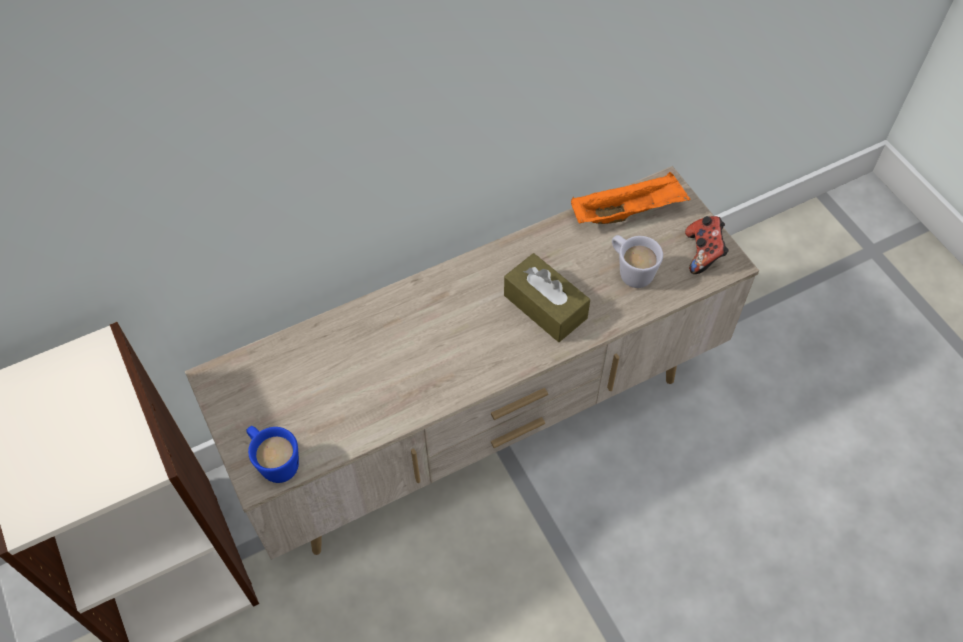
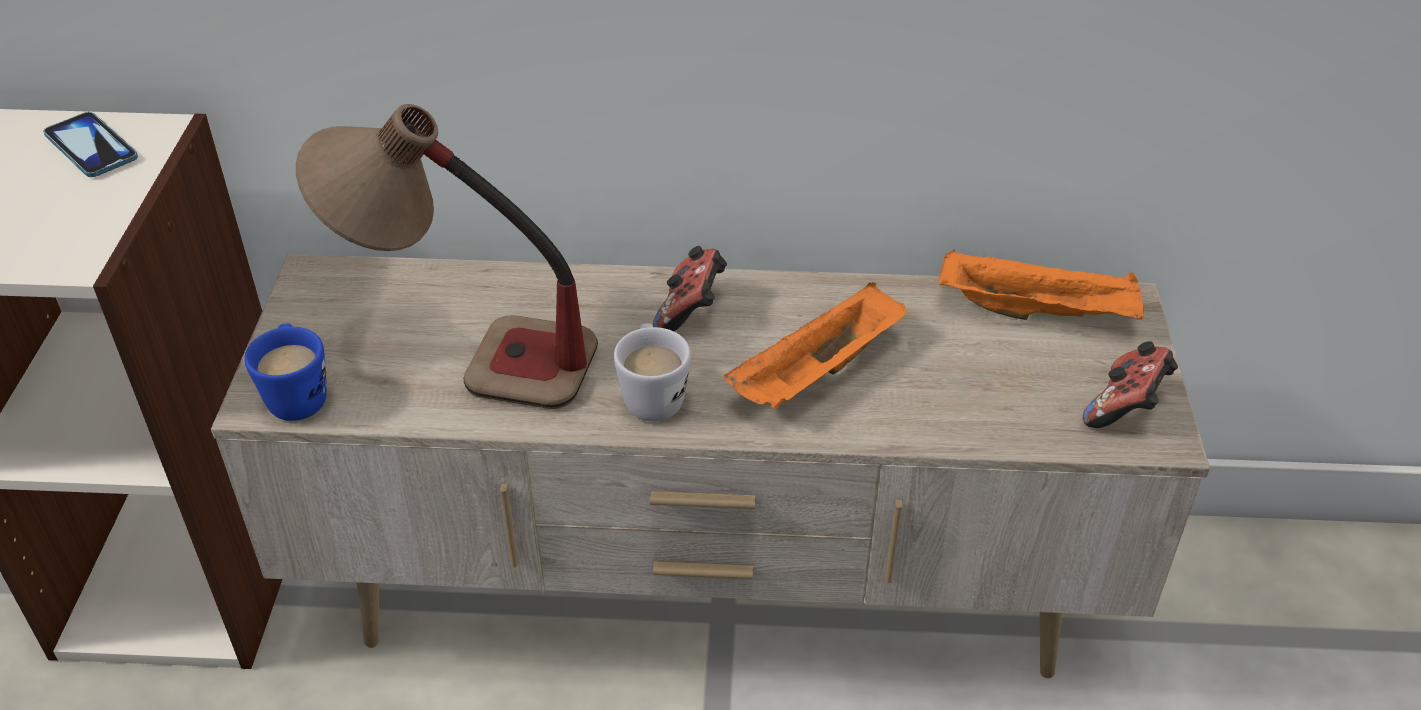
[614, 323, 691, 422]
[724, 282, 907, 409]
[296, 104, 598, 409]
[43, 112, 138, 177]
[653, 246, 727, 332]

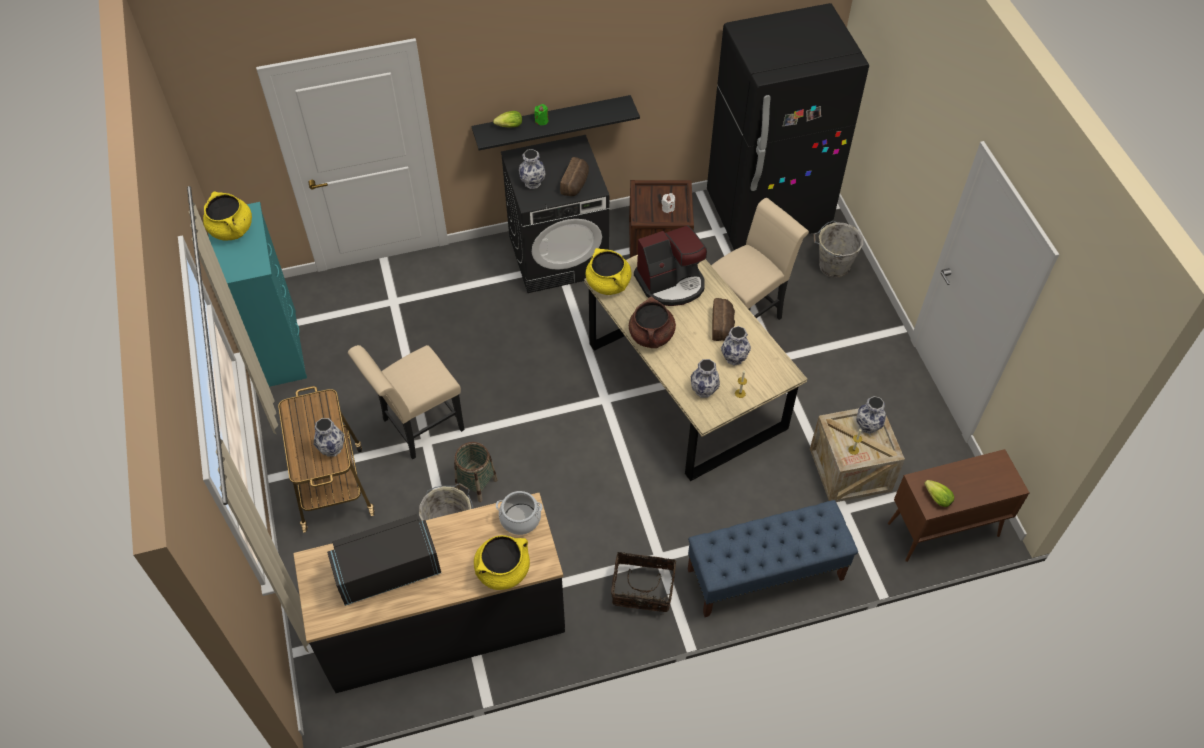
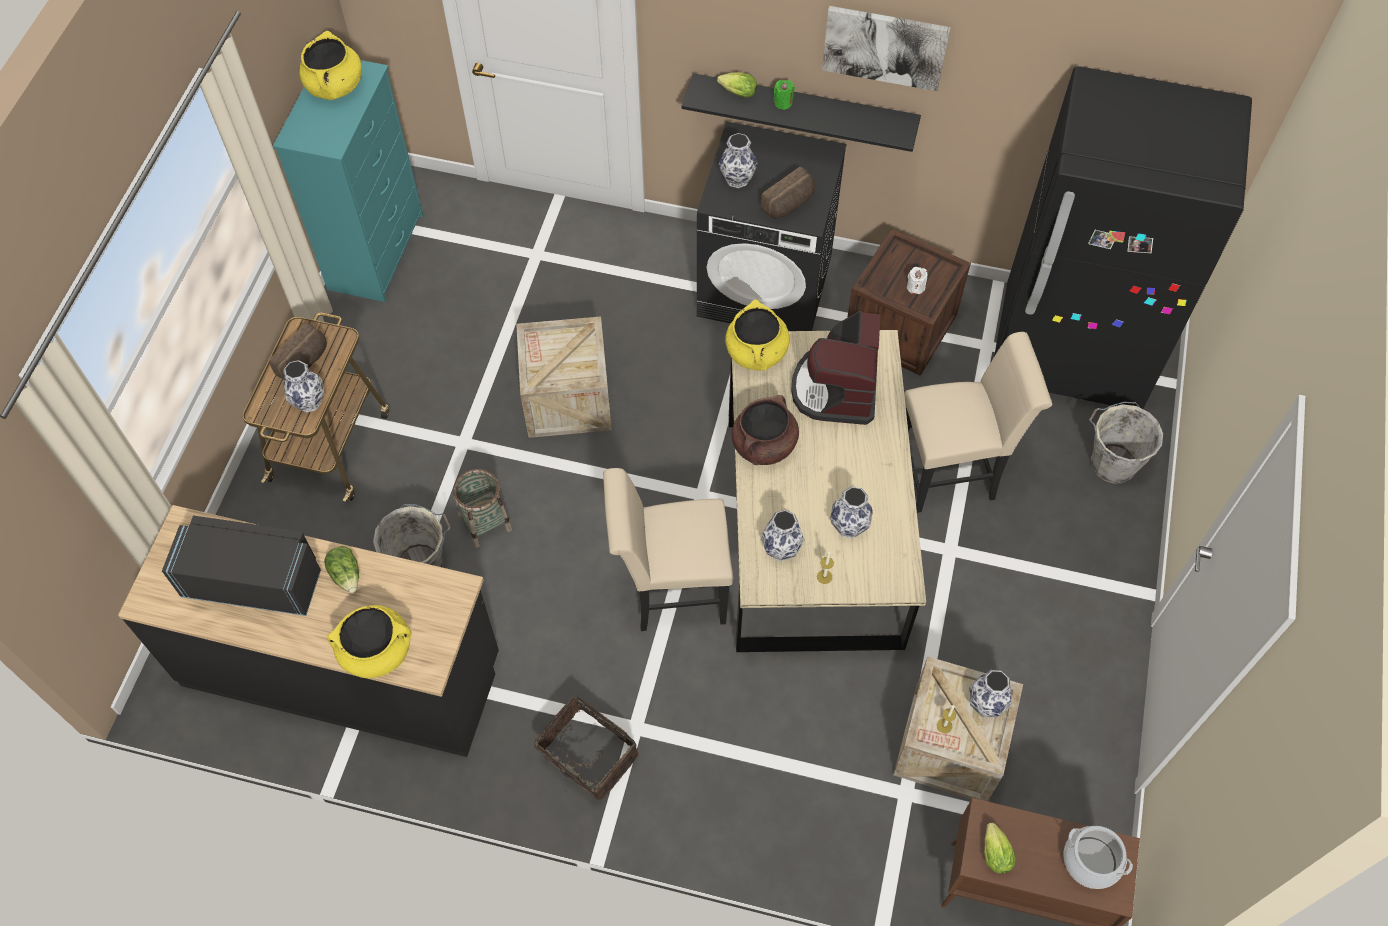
[791, 311, 880, 425]
[269, 323, 327, 380]
[603, 468, 733, 631]
[1064, 826, 1133, 889]
[688, 500, 858, 617] (first image)
[822, 6, 950, 91]
[516, 316, 612, 438]
[324, 546, 359, 593]

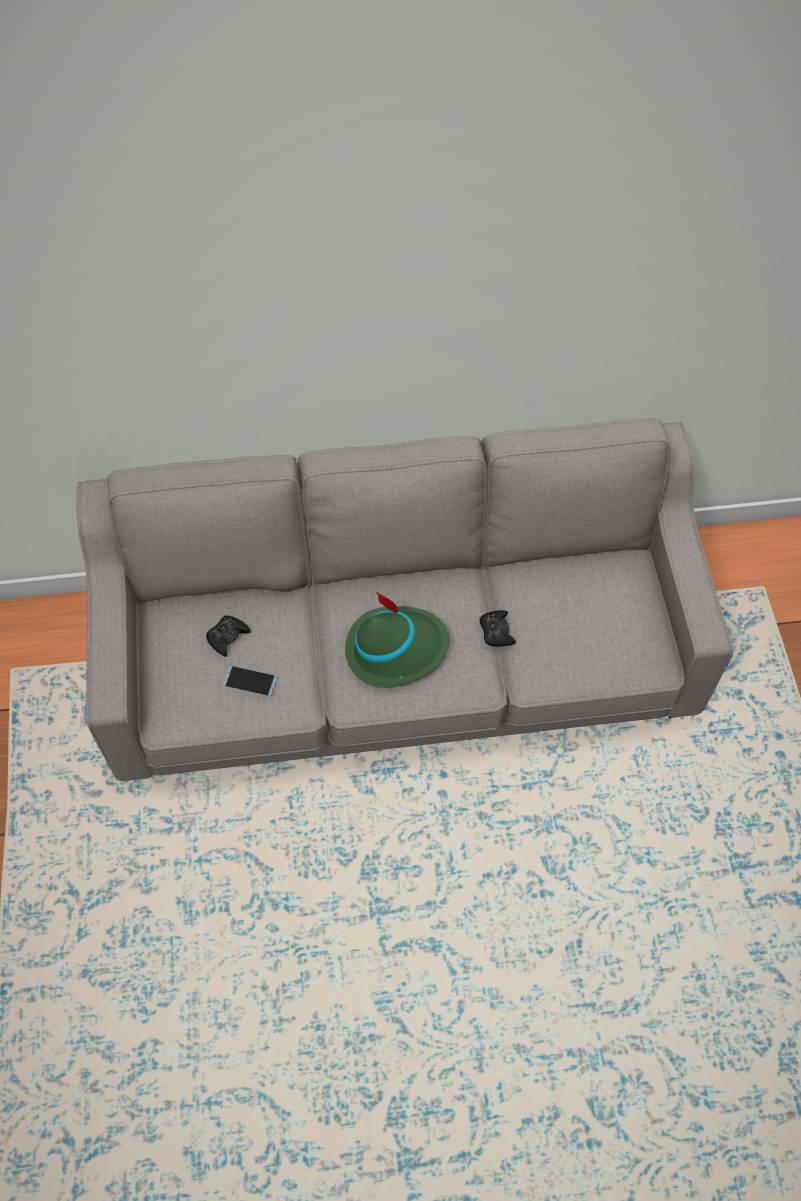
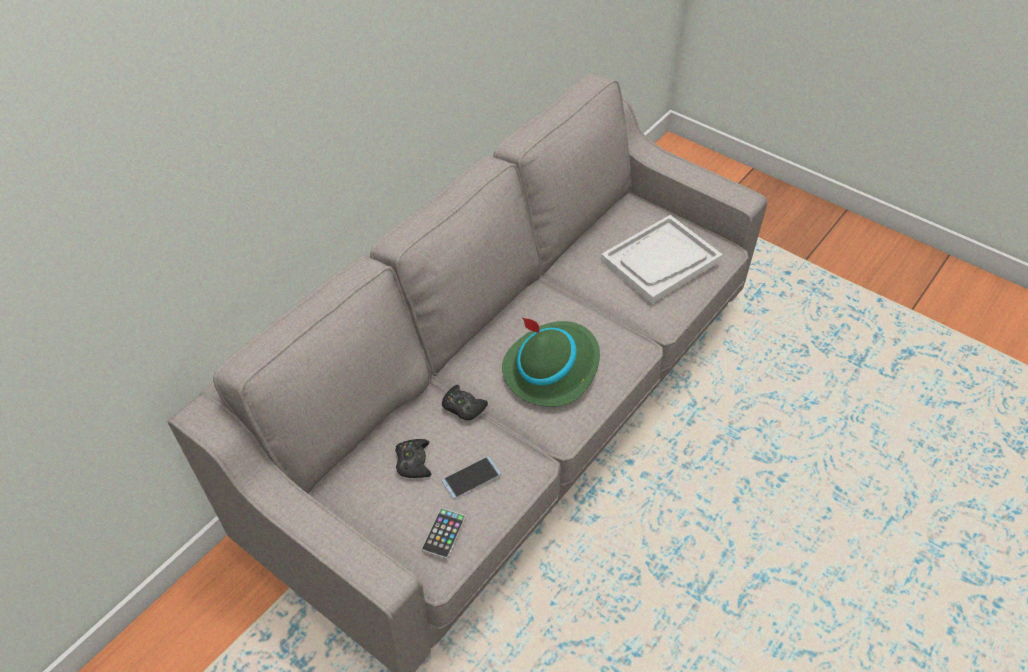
[442, 385, 488, 420]
[601, 215, 723, 304]
[421, 508, 466, 559]

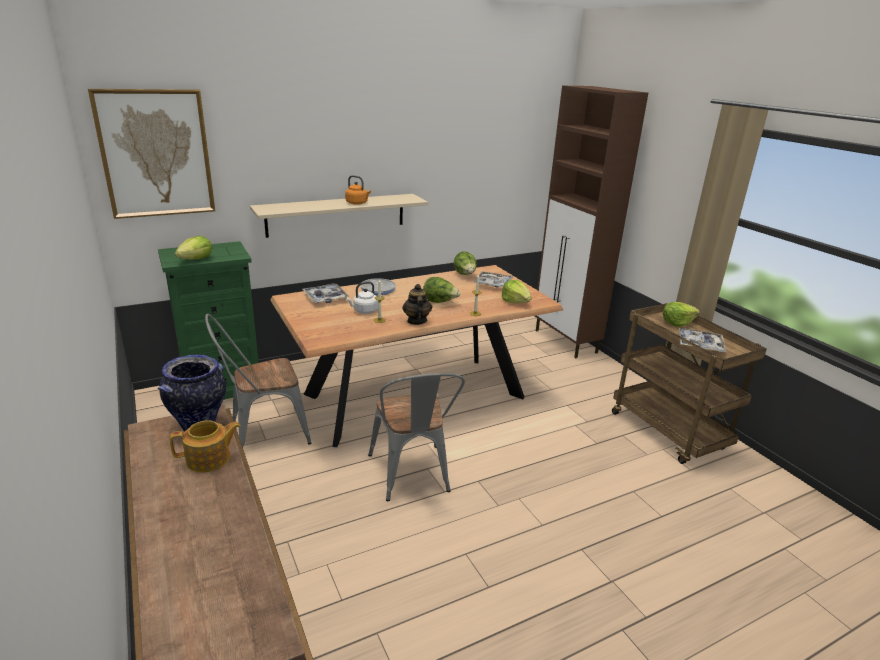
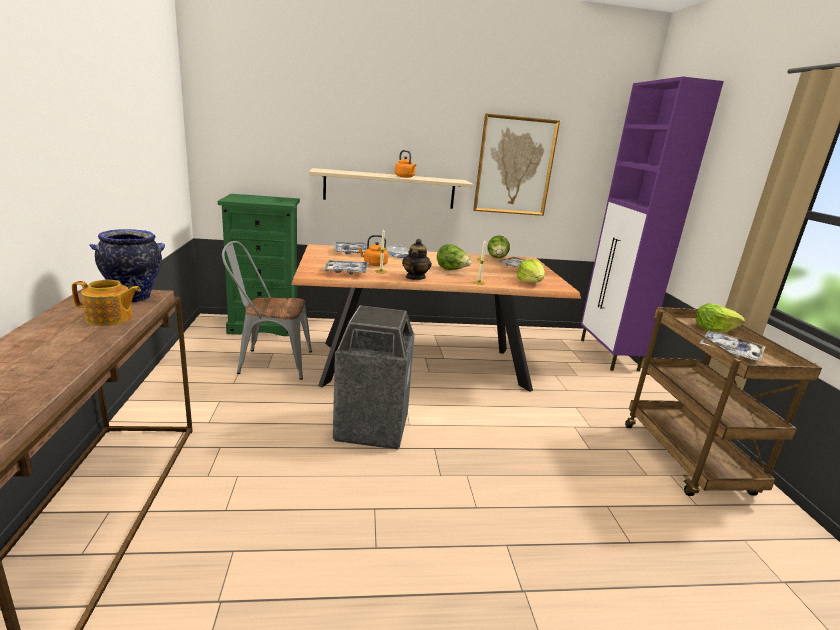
[581, 76, 724, 371]
[473, 113, 560, 216]
[175, 236, 212, 259] (first image)
[357, 235, 388, 266]
[333, 305, 415, 450]
[323, 260, 369, 275]

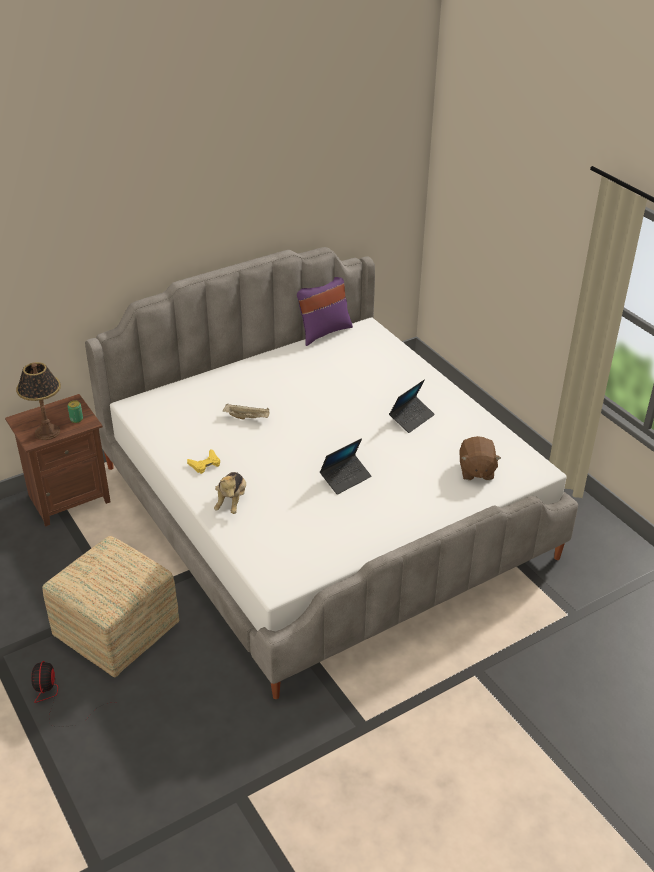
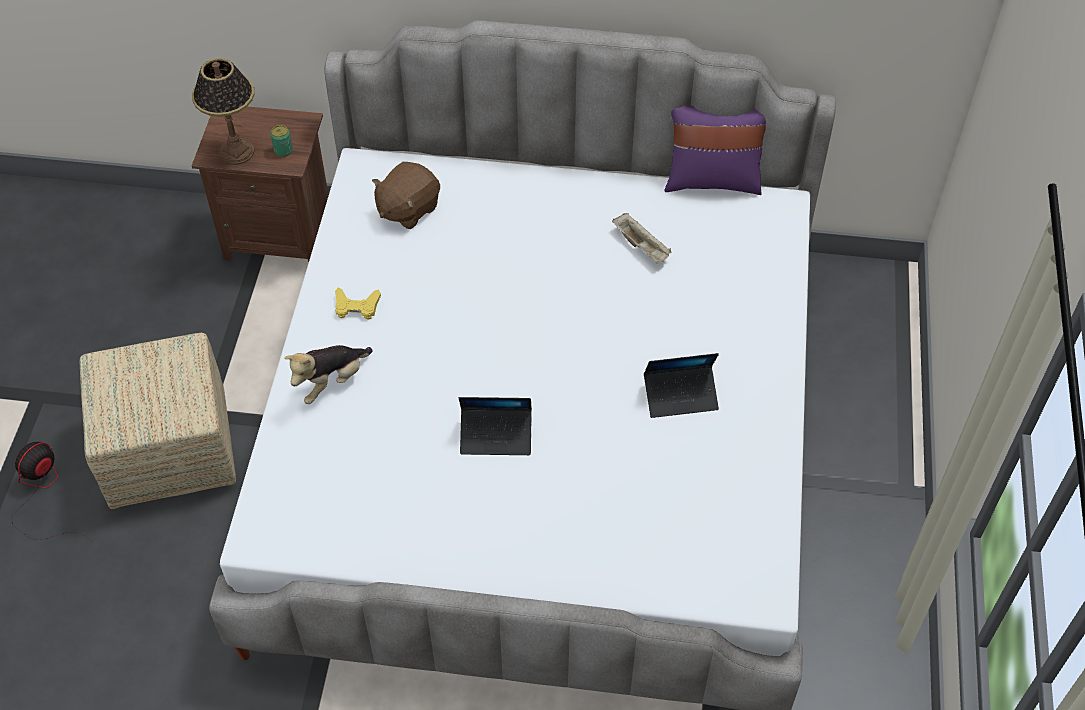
[612, 213, 671, 264]
[372, 162, 440, 229]

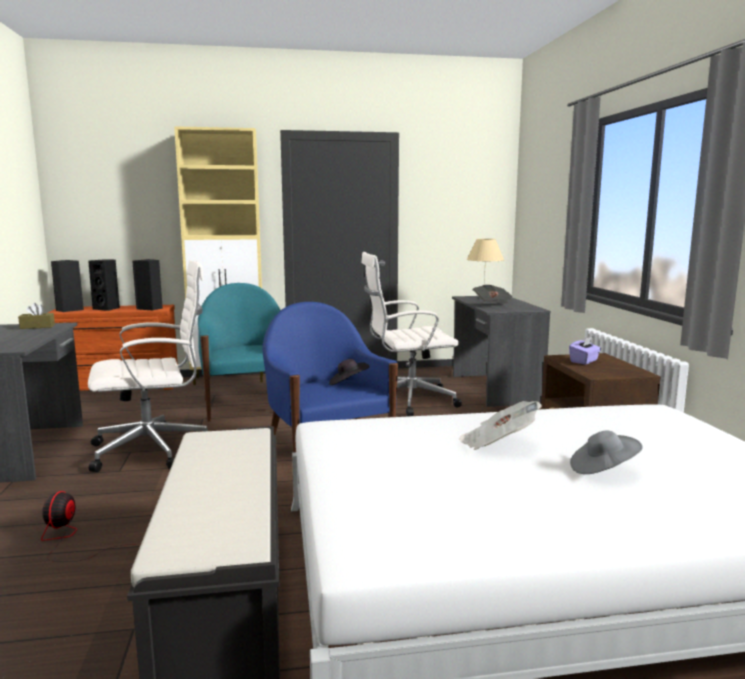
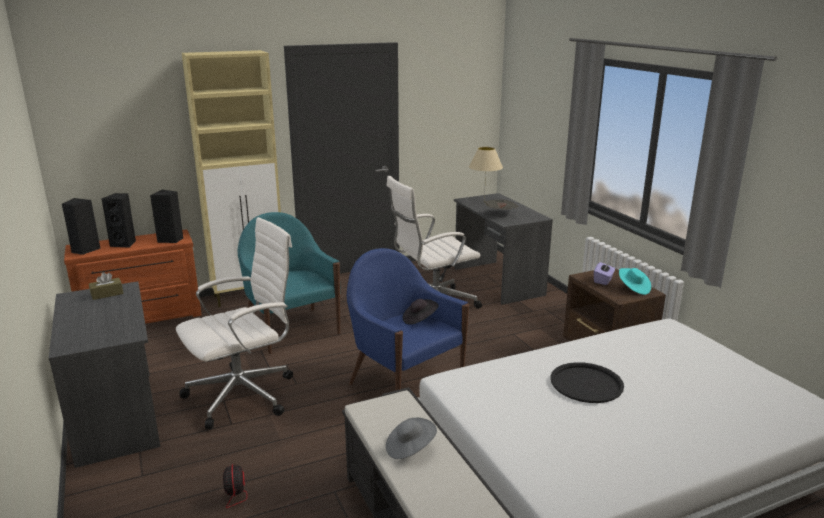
[550, 362, 624, 403]
[386, 418, 437, 459]
[619, 268, 651, 295]

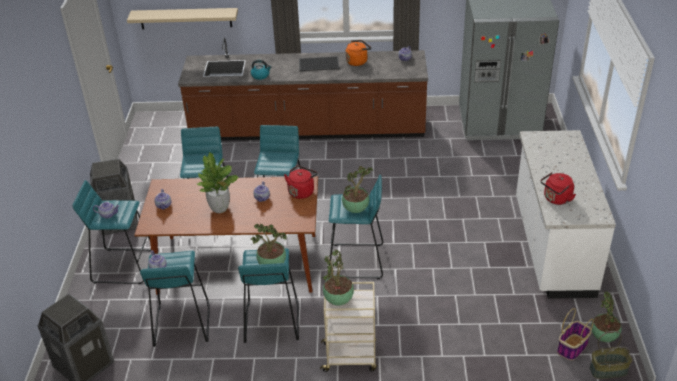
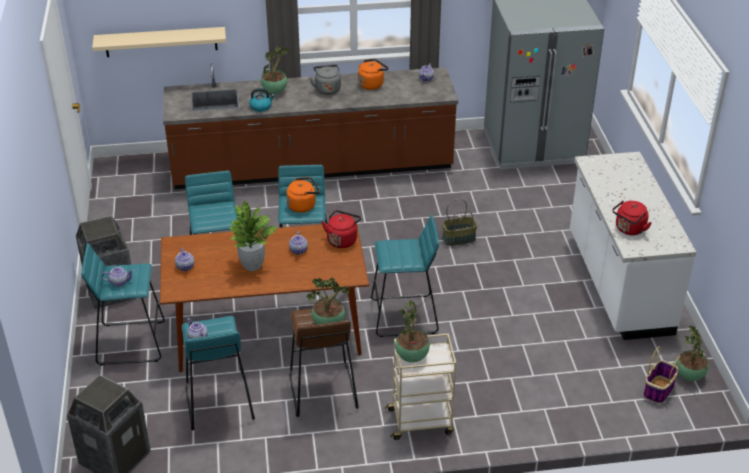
[309, 65, 341, 95]
[261, 45, 290, 94]
[290, 309, 359, 417]
[442, 199, 477, 246]
[286, 177, 320, 213]

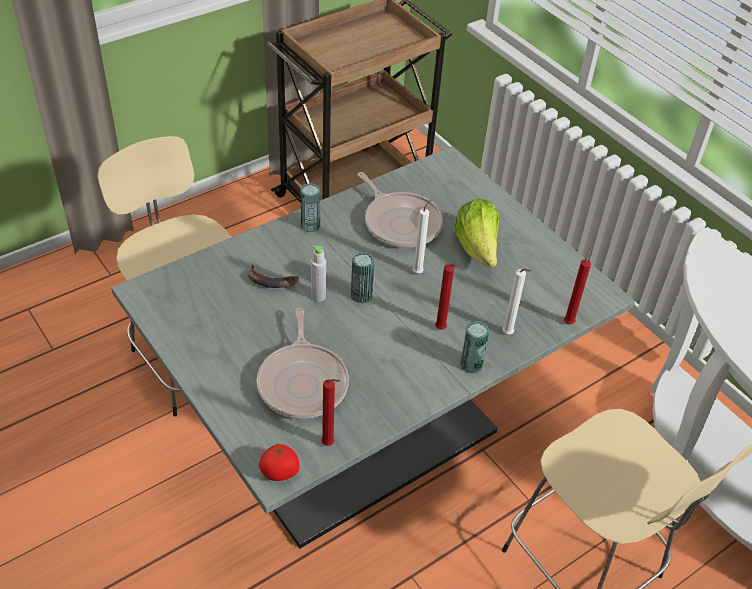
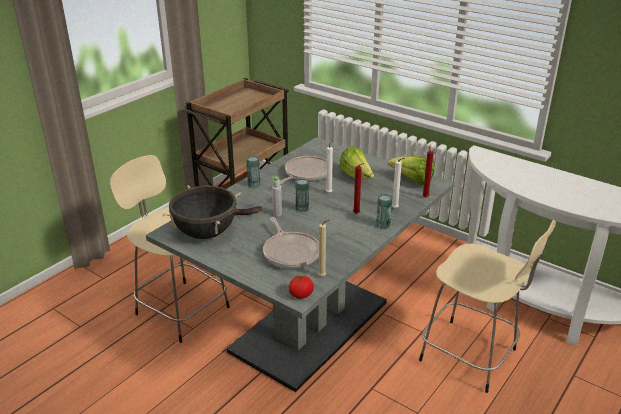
[280, 156, 327, 184]
[318, 220, 329, 276]
[388, 156, 434, 185]
[162, 185, 241, 239]

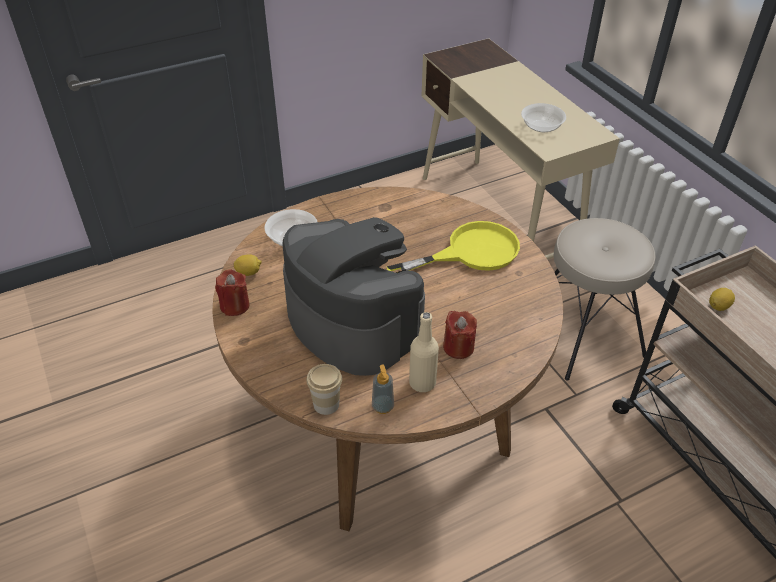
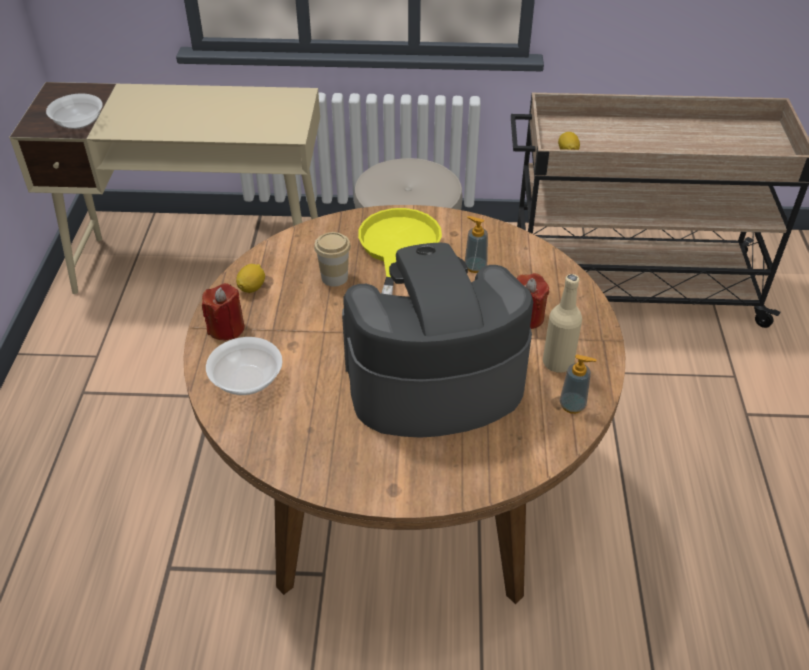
[46, 94, 103, 129]
[236, 264, 265, 293]
[202, 283, 244, 340]
[314, 232, 351, 287]
[465, 216, 488, 273]

